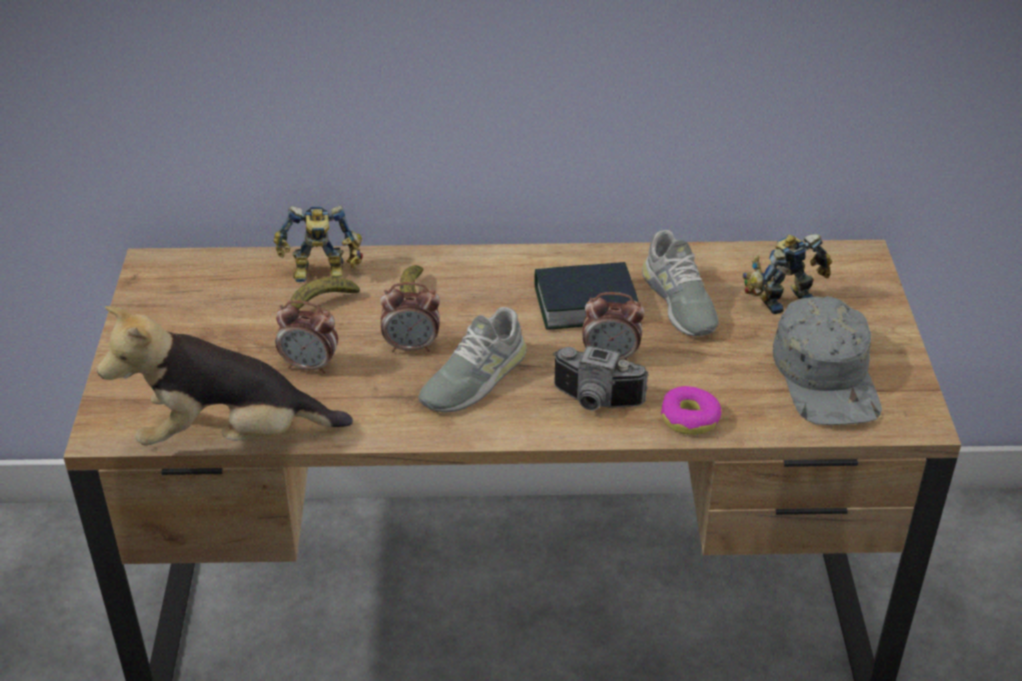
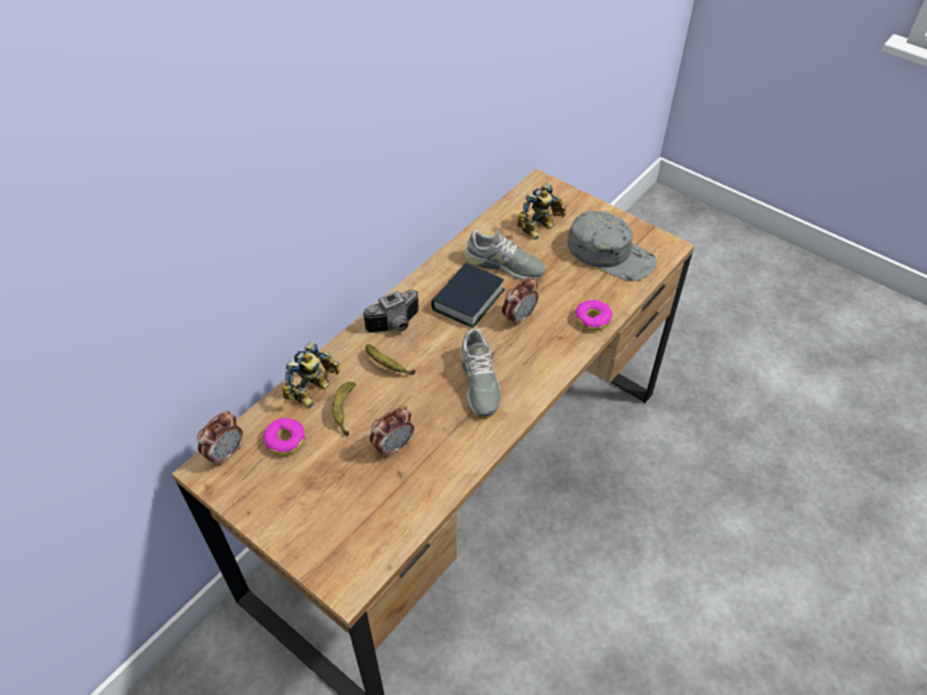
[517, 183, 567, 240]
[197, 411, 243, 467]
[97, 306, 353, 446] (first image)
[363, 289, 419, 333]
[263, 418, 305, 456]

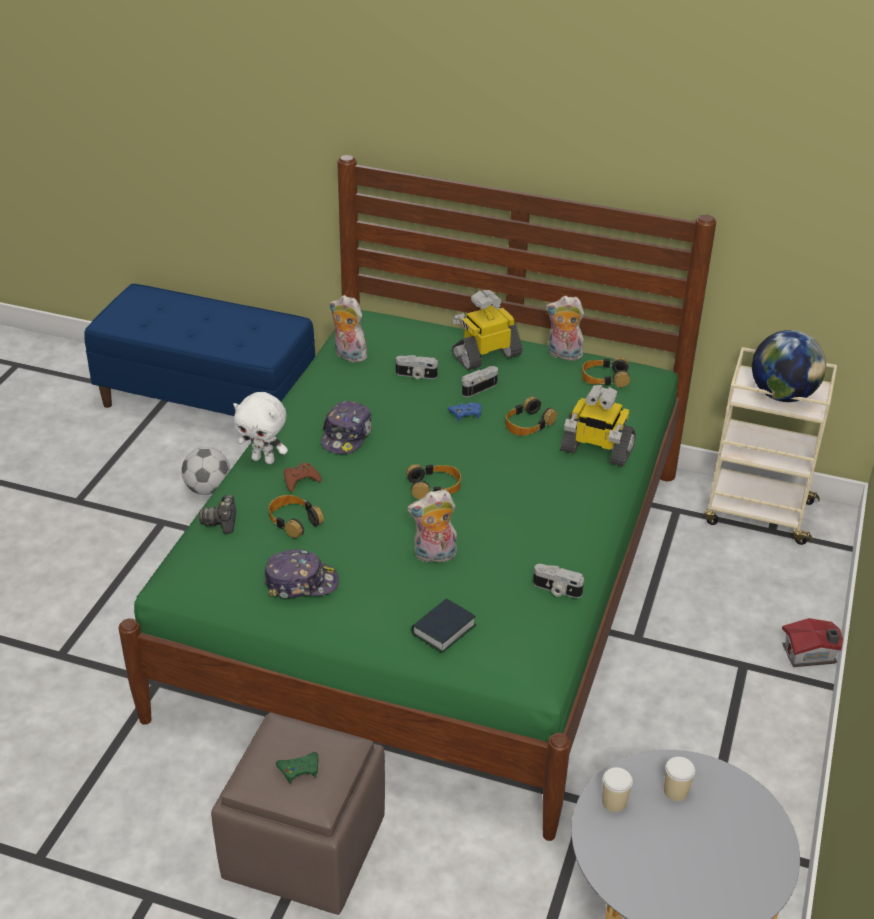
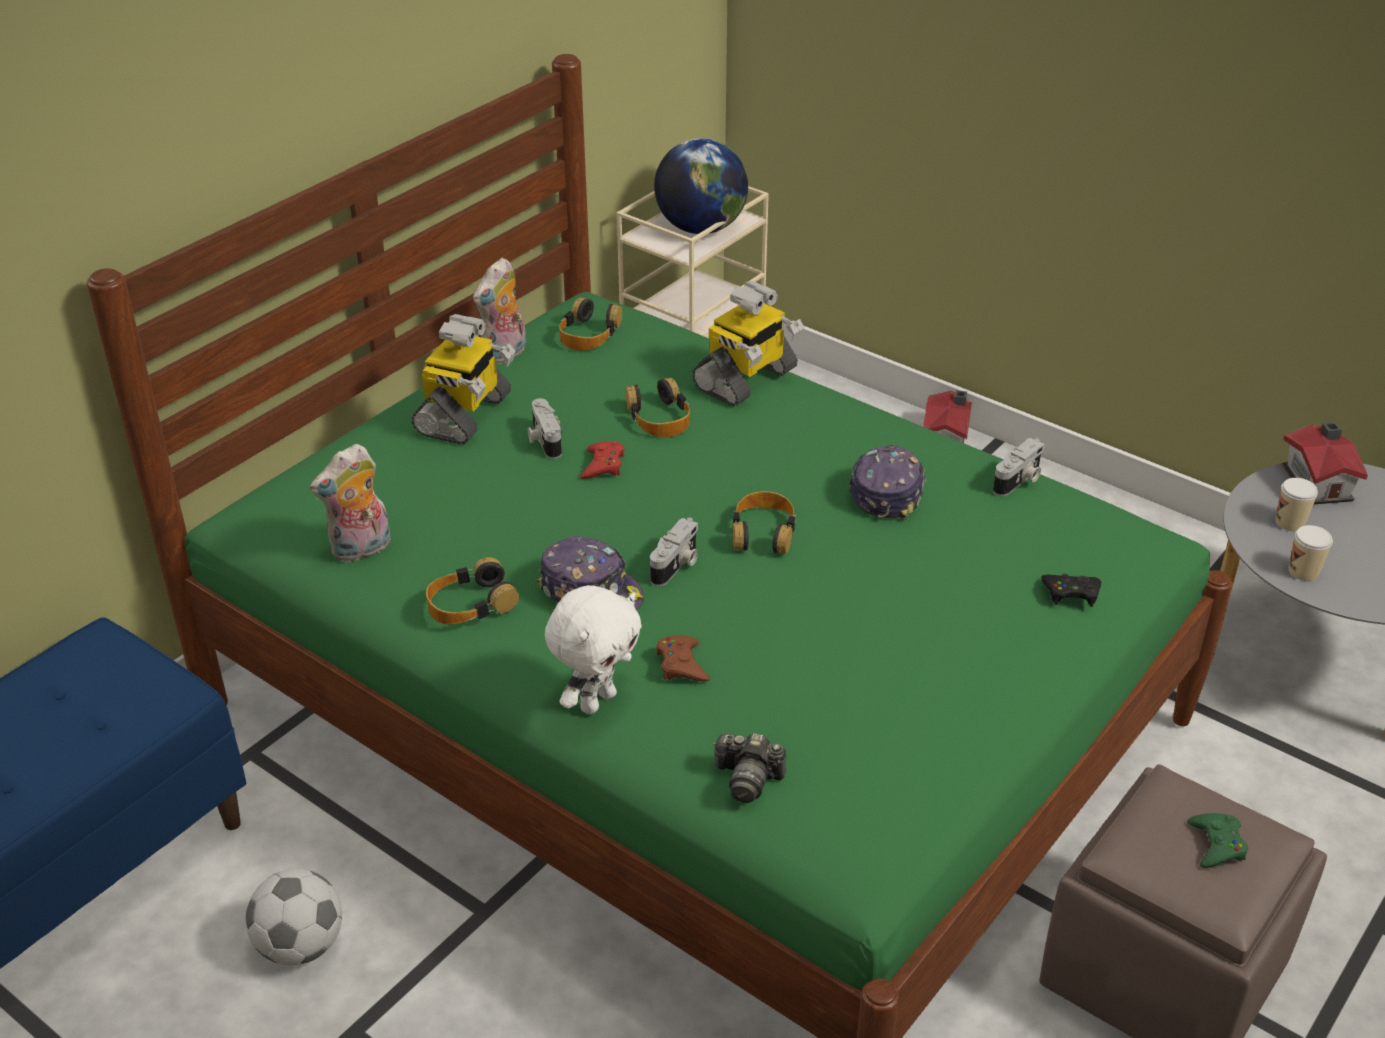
[411, 314, 515, 445]
[650, 518, 698, 586]
[580, 441, 624, 479]
[407, 490, 457, 565] (first image)
[426, 557, 519, 625]
[849, 445, 926, 521]
[1041, 574, 1101, 607]
[1282, 422, 1368, 504]

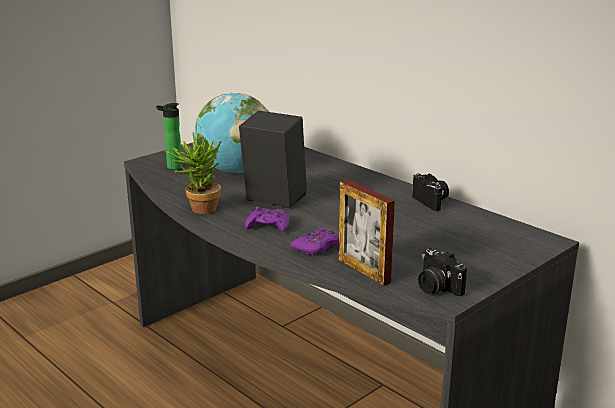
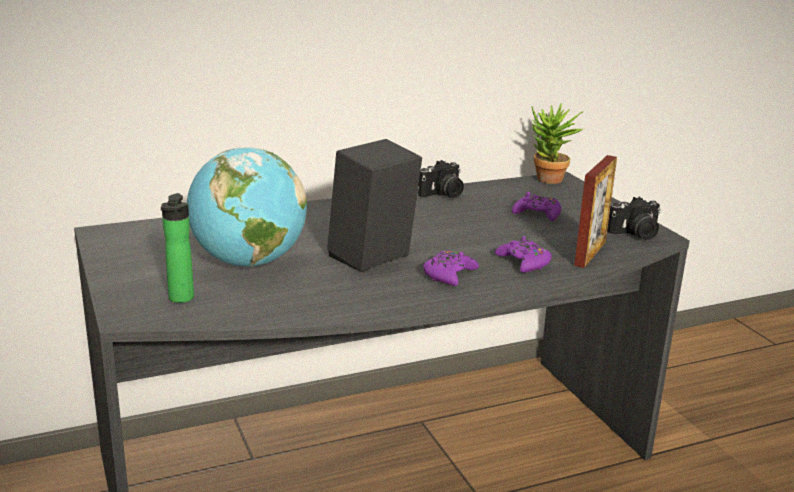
[532, 103, 583, 184]
[418, 160, 464, 198]
[574, 155, 617, 268]
[512, 192, 561, 221]

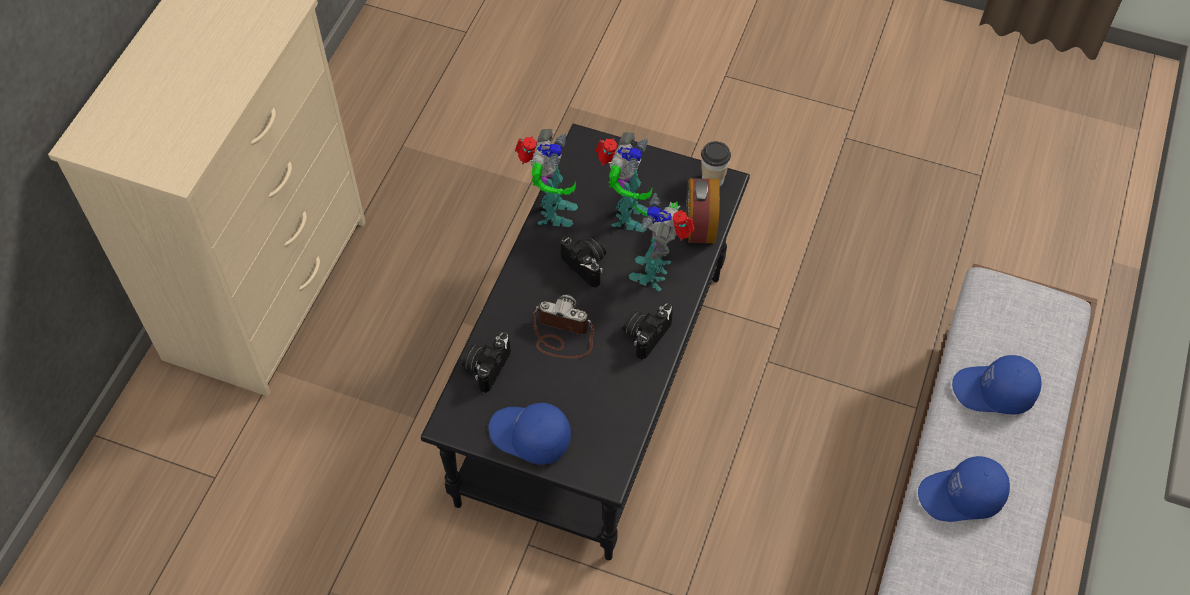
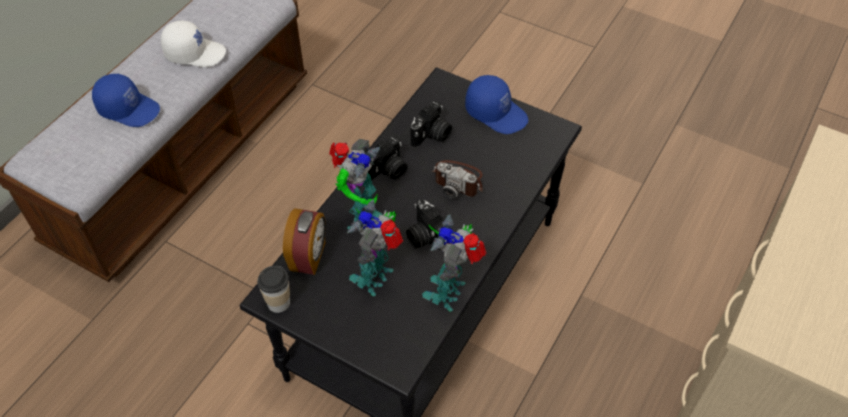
[410, 101, 452, 147]
[161, 20, 226, 67]

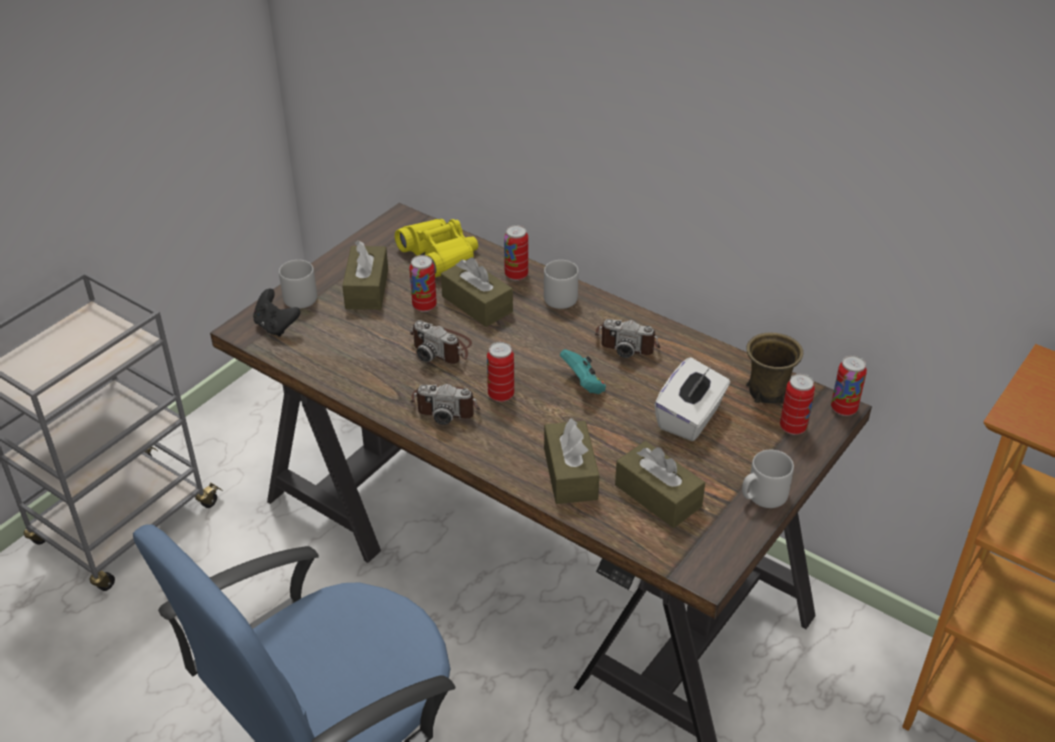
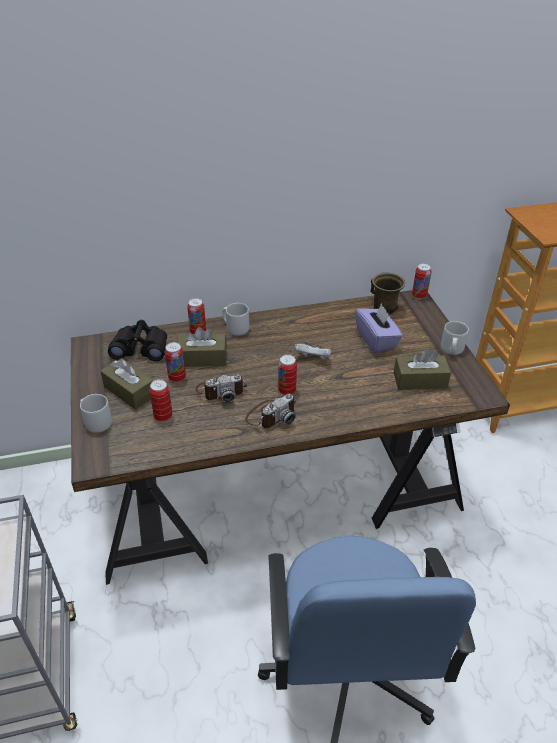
[108, 320, 167, 361]
[253, 289, 300, 337] (first image)
[595, 319, 660, 358] (first image)
[295, 342, 331, 360]
[355, 303, 402, 353]
[149, 379, 173, 422]
[544, 418, 599, 504] (first image)

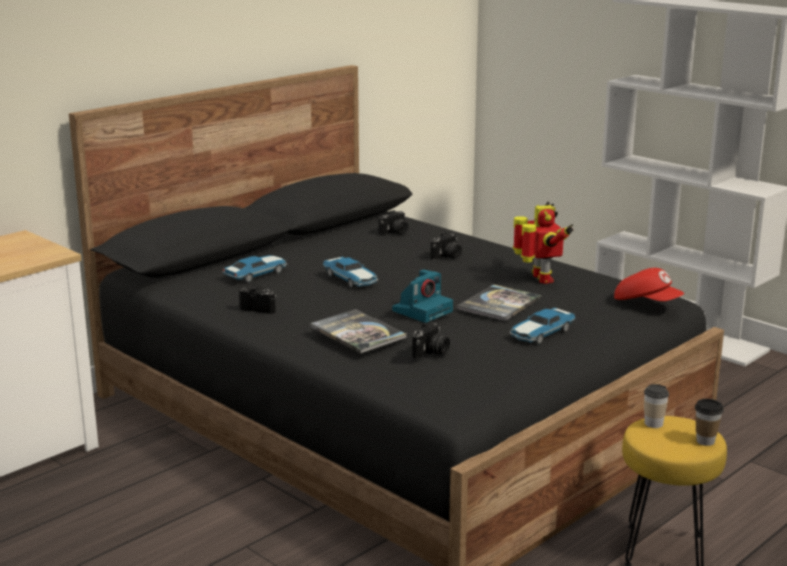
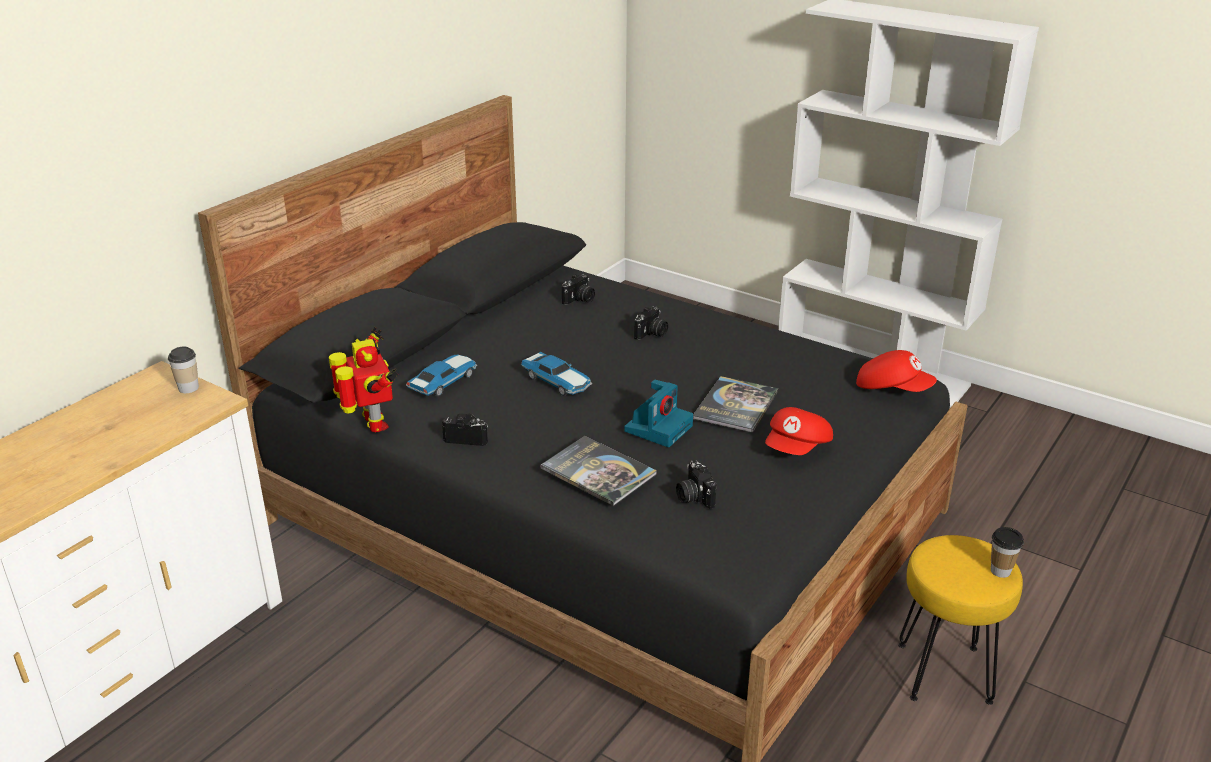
[329, 327, 398, 433]
[765, 407, 833, 455]
[676, 460, 716, 509]
[168, 346, 199, 393]

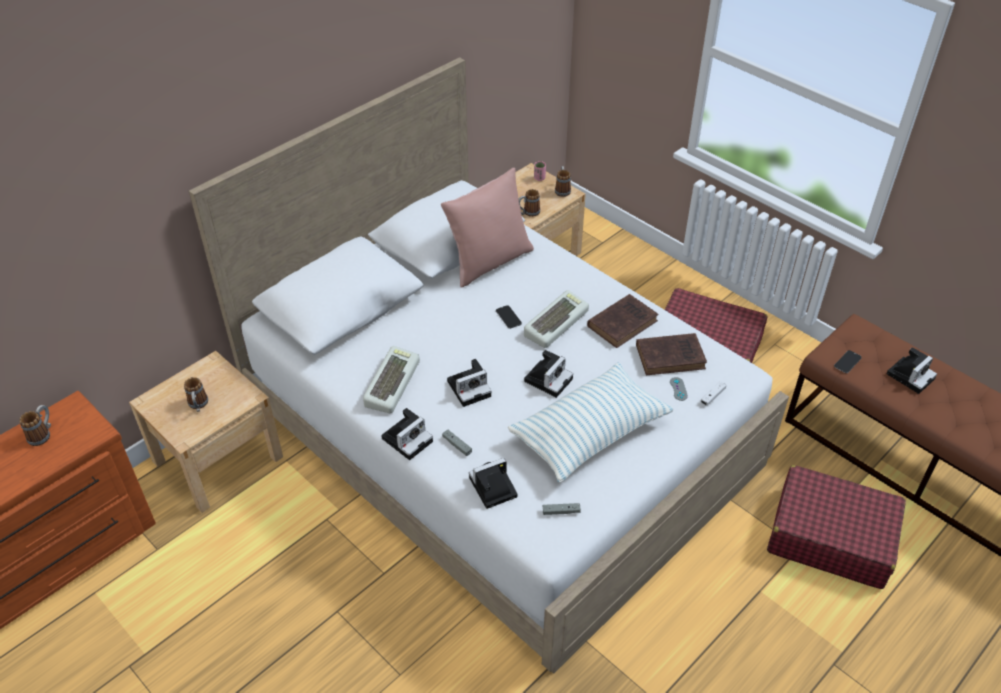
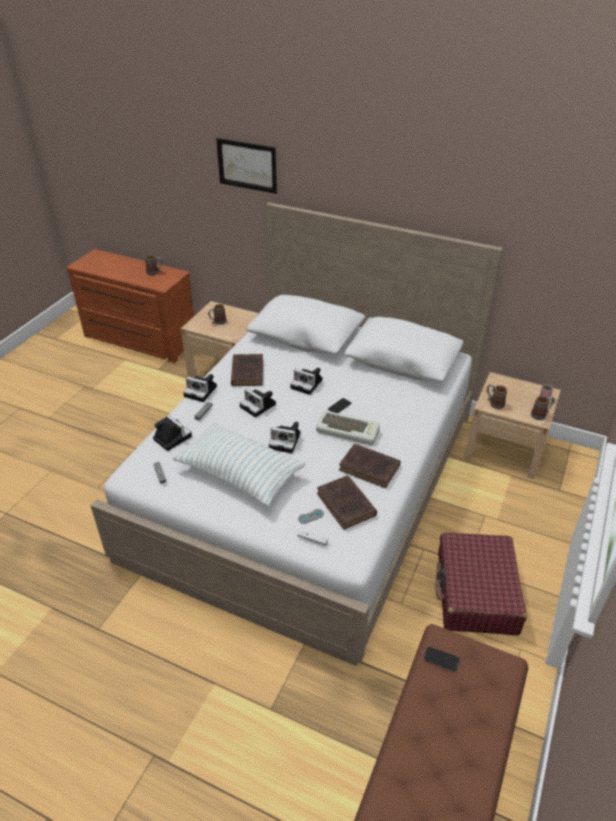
[441, 168, 534, 288] (first image)
[231, 354, 263, 386]
[290, 367, 322, 395]
[767, 465, 906, 589] (first image)
[216, 138, 277, 194]

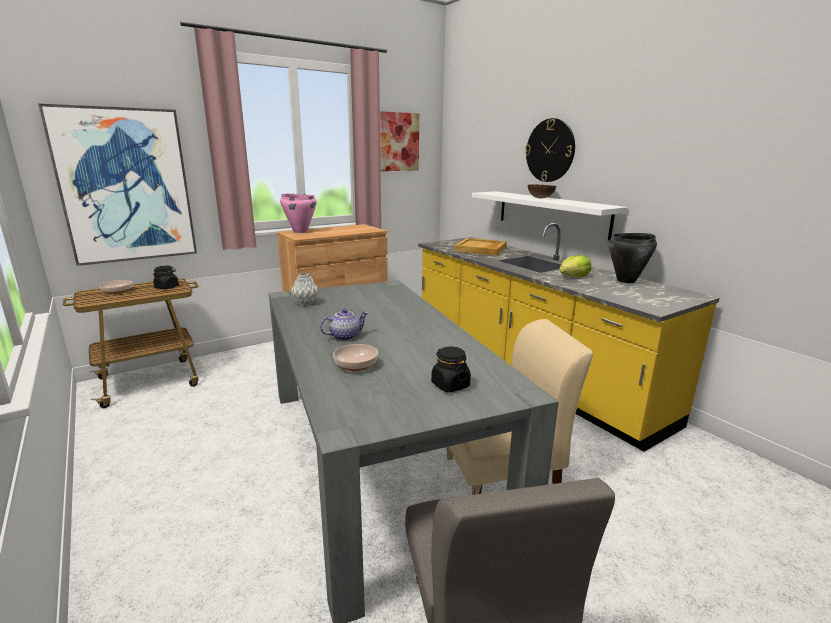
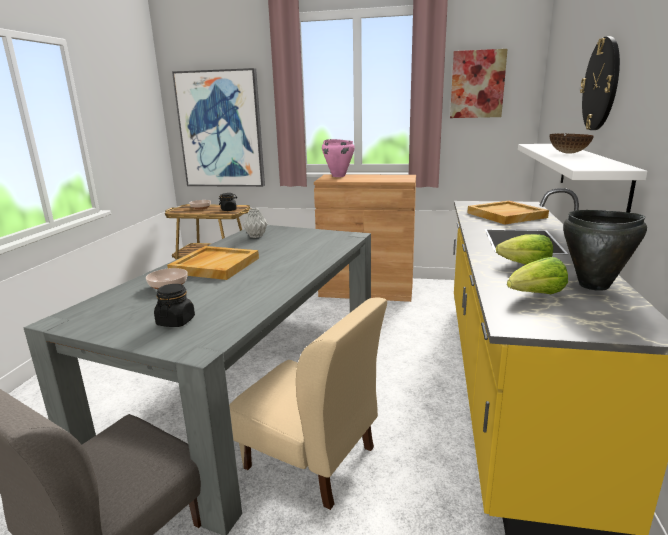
[167, 246, 259, 280]
[507, 257, 568, 294]

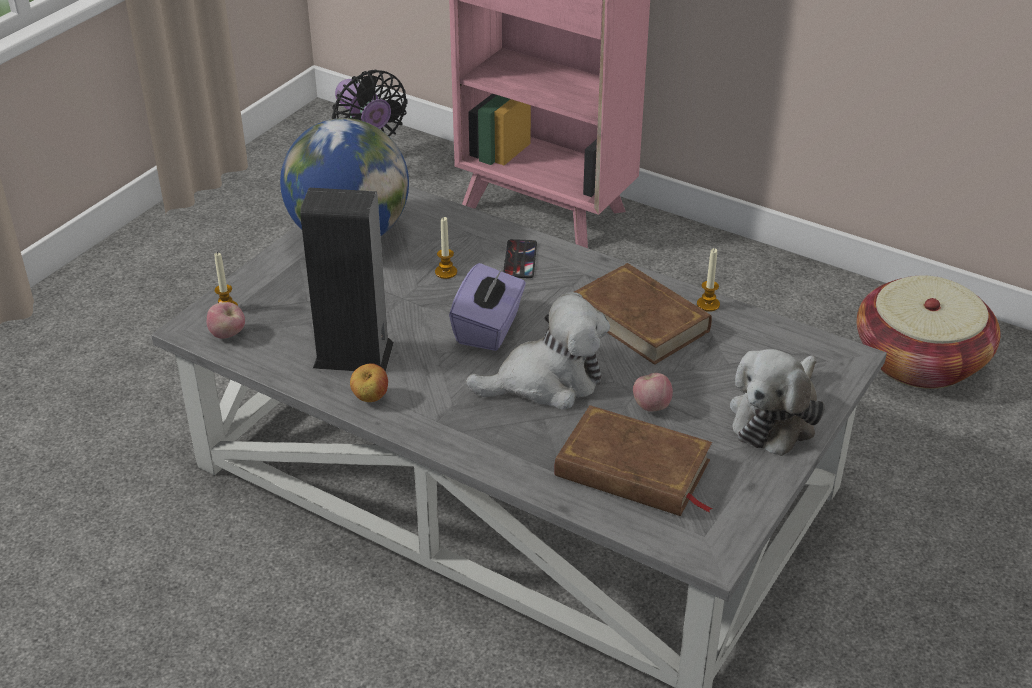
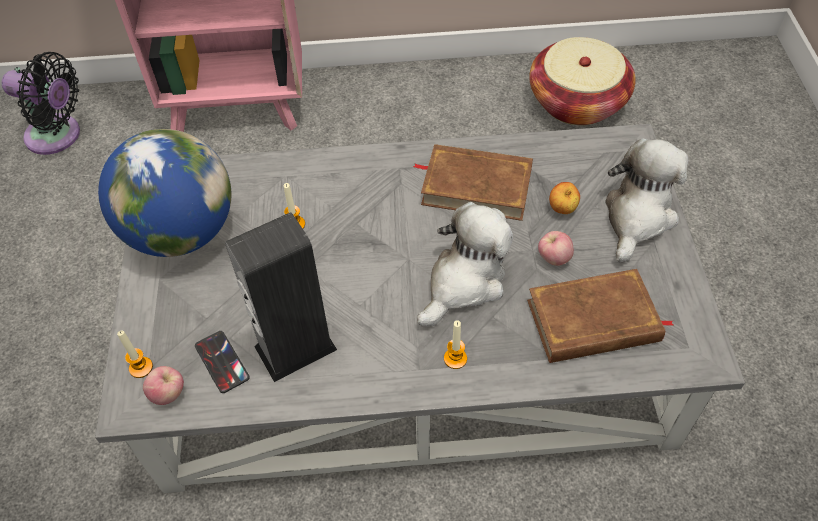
[195, 331, 250, 393]
[444, 320, 467, 369]
[449, 263, 526, 351] (first image)
[605, 138, 689, 263]
[549, 182, 580, 214]

